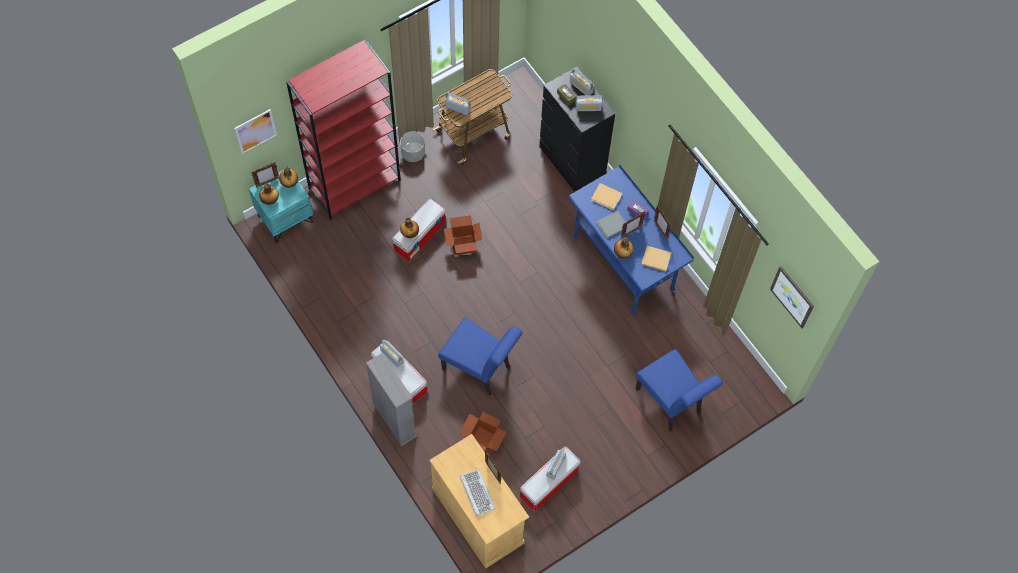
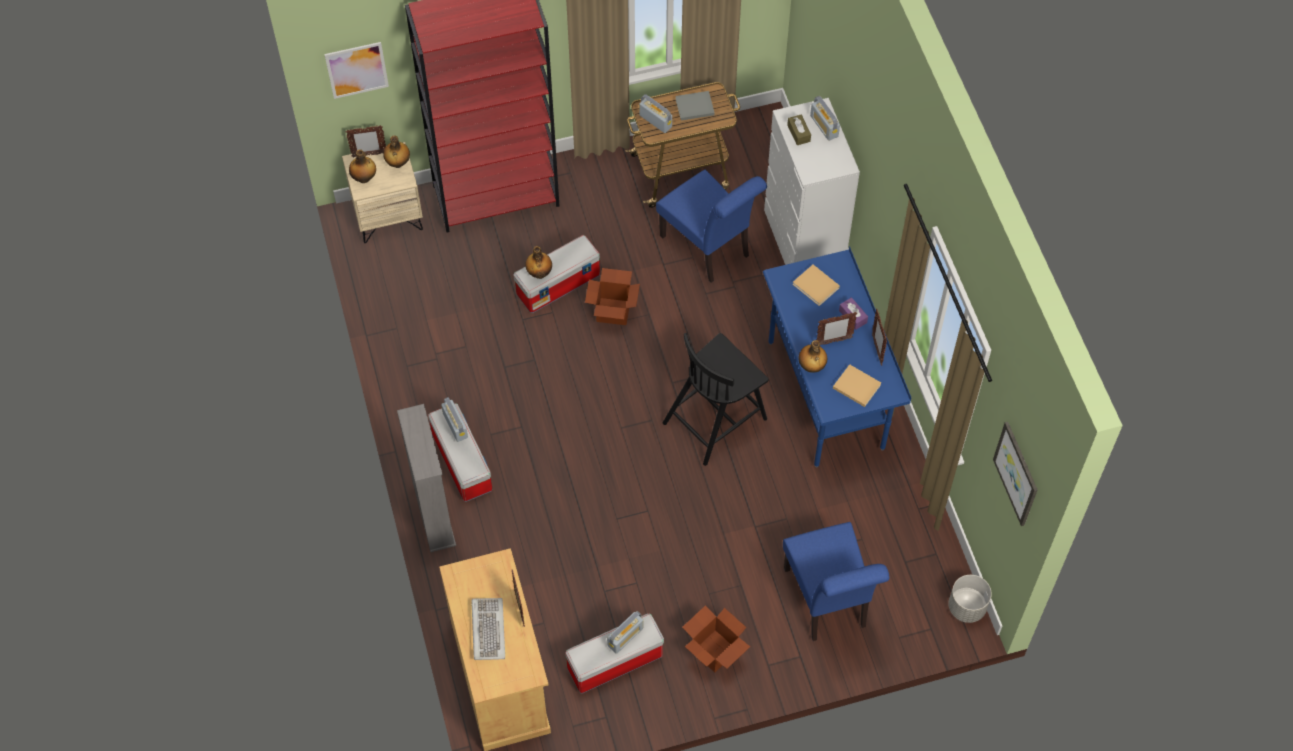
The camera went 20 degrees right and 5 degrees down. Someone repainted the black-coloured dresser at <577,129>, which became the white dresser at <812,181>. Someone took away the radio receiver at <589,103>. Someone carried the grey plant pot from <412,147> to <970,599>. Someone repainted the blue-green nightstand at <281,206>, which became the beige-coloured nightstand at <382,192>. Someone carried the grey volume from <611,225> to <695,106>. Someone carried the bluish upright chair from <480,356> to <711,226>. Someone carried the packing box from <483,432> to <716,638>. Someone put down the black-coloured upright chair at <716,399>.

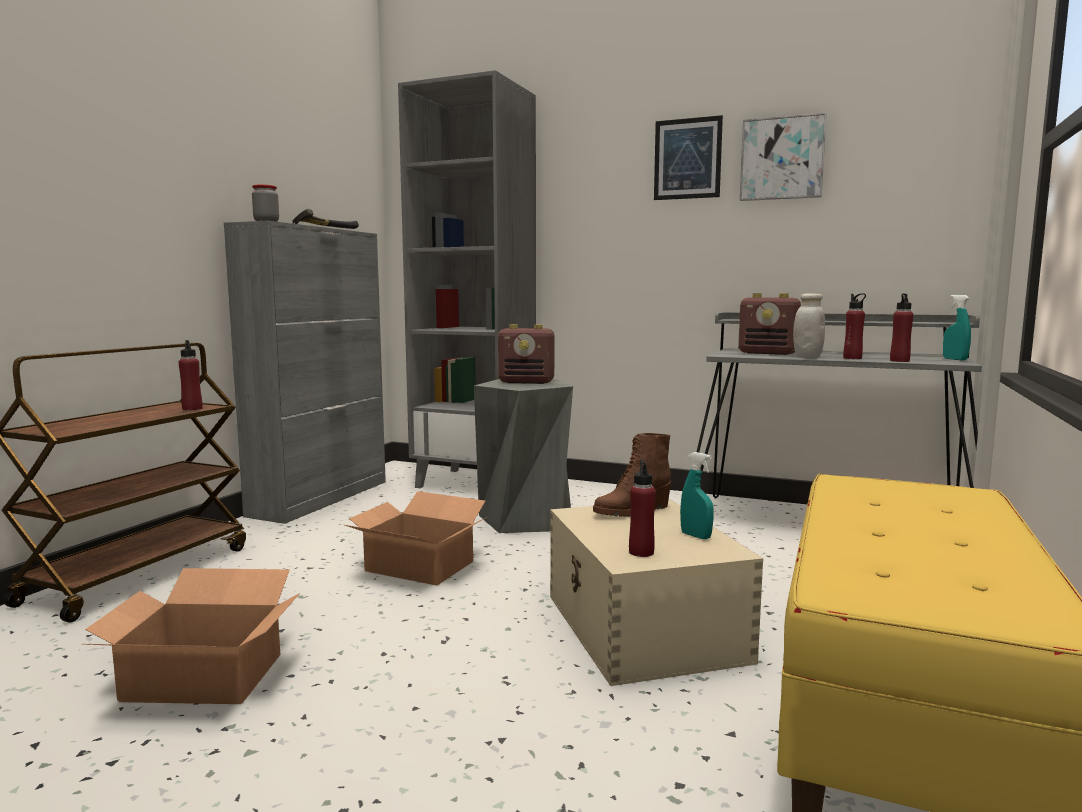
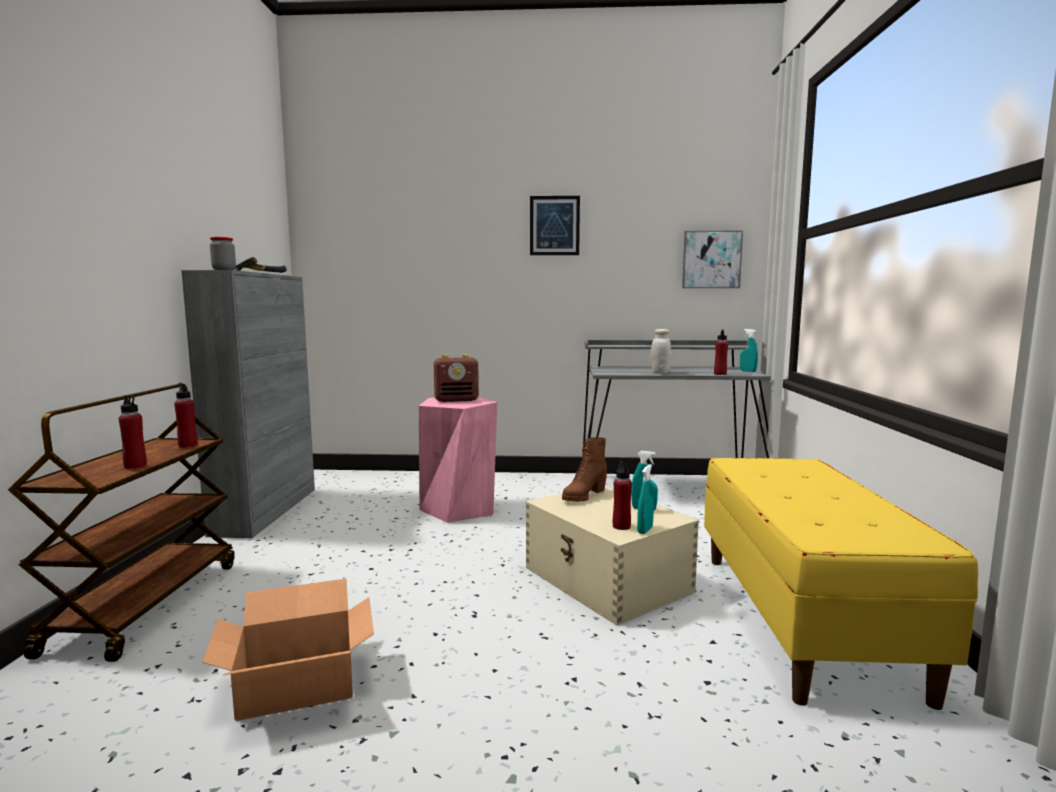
The camera went 20 degrees left and 0 degrees up. Someone took away the grey bookcase at <467,279>. Someone carried the wall picture from <783,157> to <712,259>. Someone took away the radio receiver at <769,324>. Someone carried the red drink bottle from <854,326> to <133,432>. Someone repainted the grey sitting stool at <523,456>, which became the pinkish sitting stool at <458,460>. Someone took away the packing box at <416,538>. Someone put down the blue-green spray bottle at <645,499>.

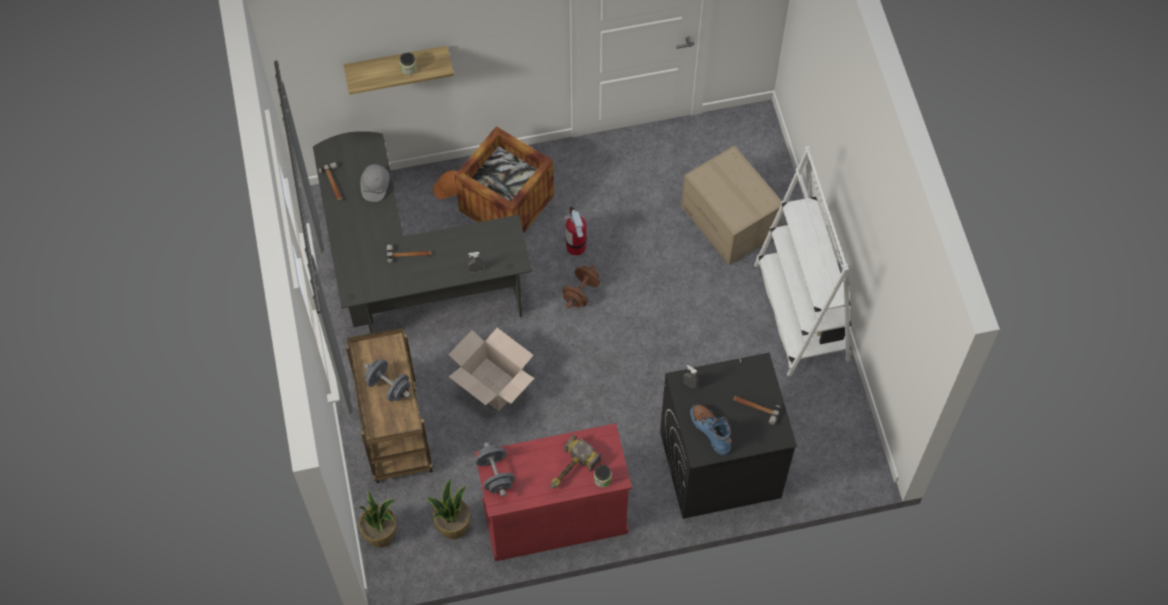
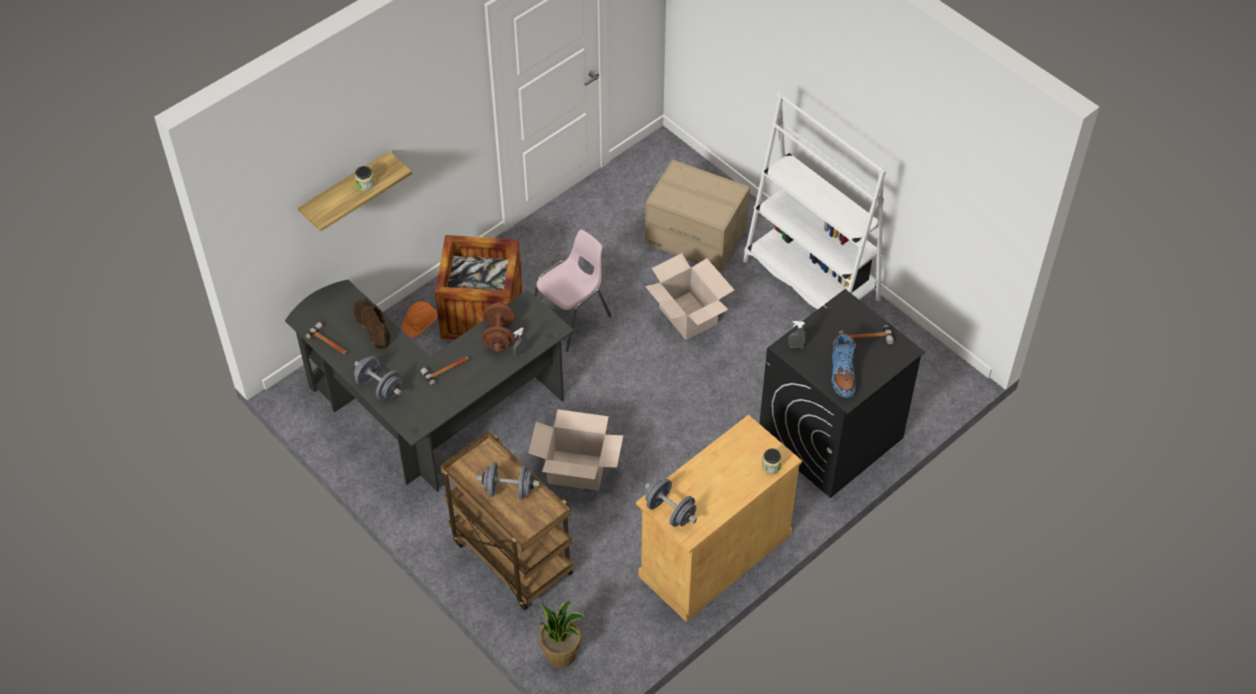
The camera went 30 degrees left and 10 degrees down. Someone swapped the grey safety helmet at <375,183> for the brownish tall boot at <371,324>. Someone swapped the extinguisher at <575,231> for the pinkish upright chair at <572,290>. Someone carried the brownish free weight from <581,286> to <498,327>. Someone rotated the bluish tall boot at <711,429> by 120 degrees counterclockwise. Someone repainted the red storage cabinet at <553,492>, which became the beige-coloured storage cabinet at <719,518>. Someone took away the tool hammer at <575,460>. Someone took away the potted plant at <449,509>. Someone put down the packing box at <689,296>. Someone put down the grey free weight at <378,378>.

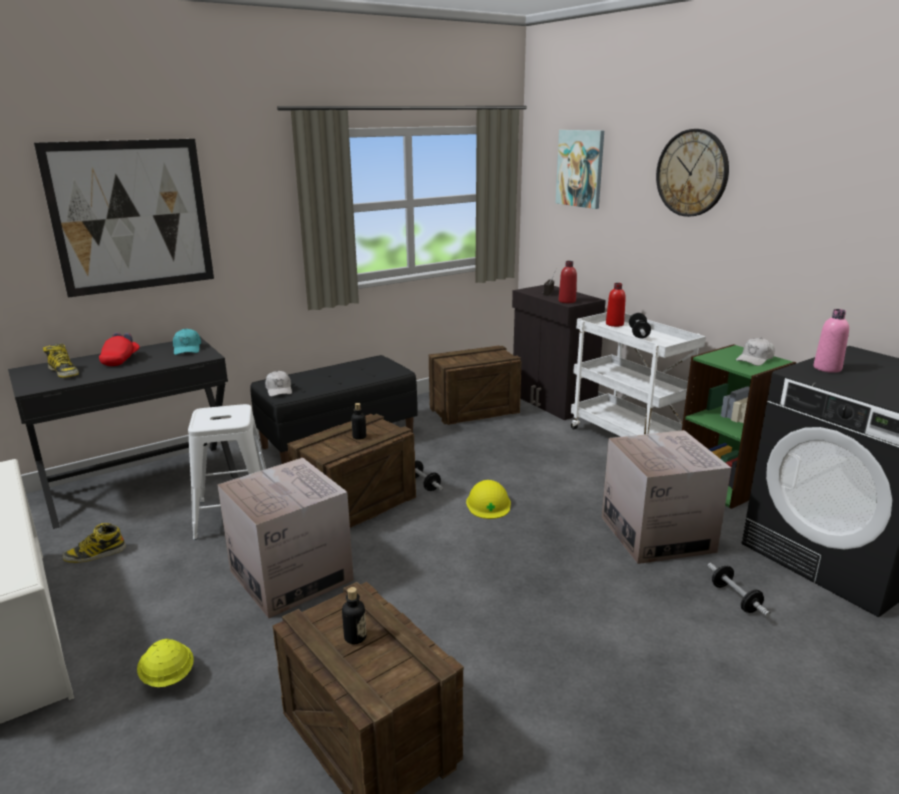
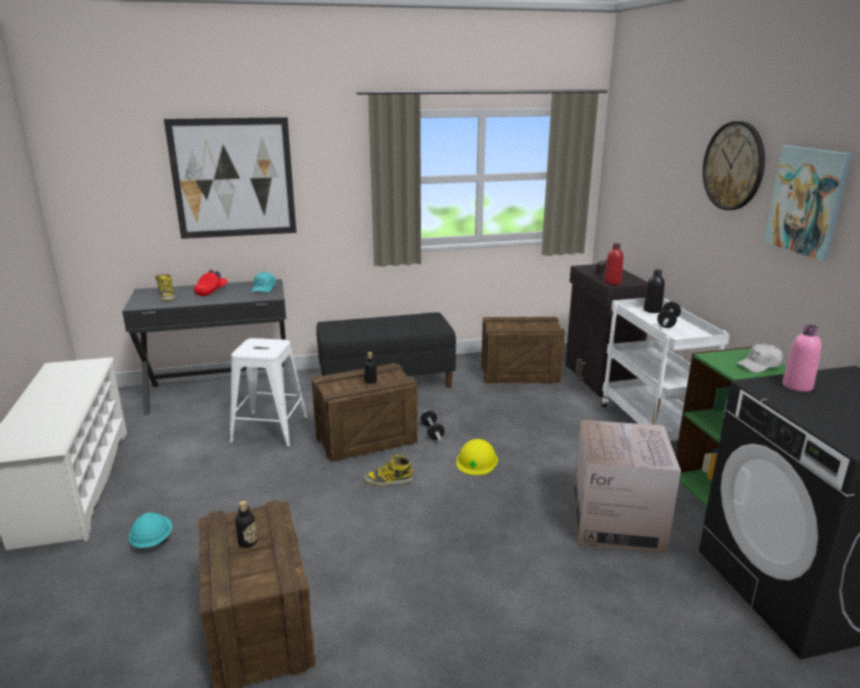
The camera went 20 degrees right and 0 degrees up. Someone carried the wall picture from <580,169> to <808,203>. Someone repainted the red drink bottle at <616,305>, which became the black-coloured drink bottle at <654,291>. Someone took away the white peaked cap at <278,384>. Someone took away the packing box at <285,538>. Someone carried the tall boot from <94,543> to <388,470>. Someone took away the free weight at <739,590>. Someone repainted the yellow safety helmet at <165,663>, which became the blue-green safety helmet at <150,530>.

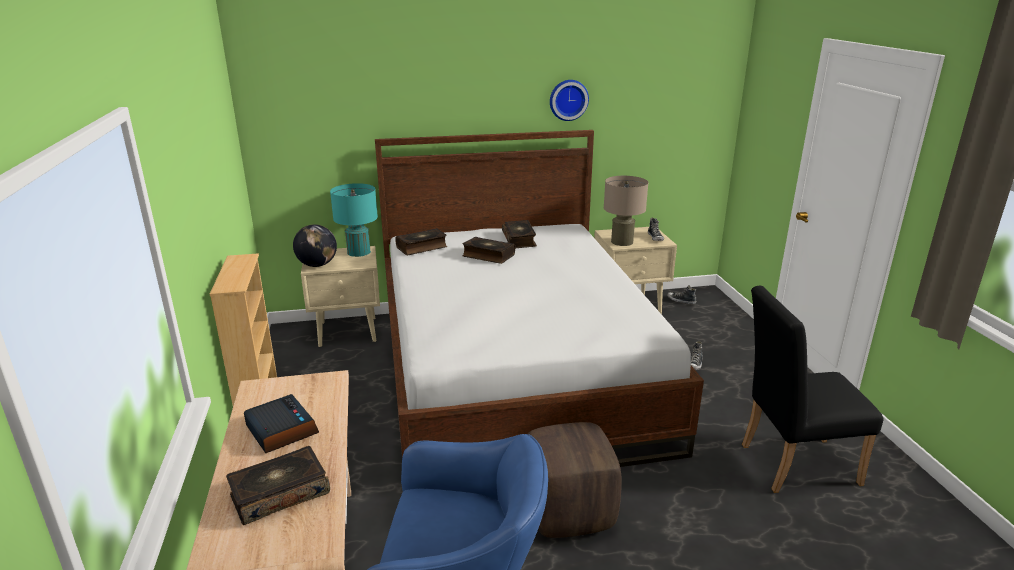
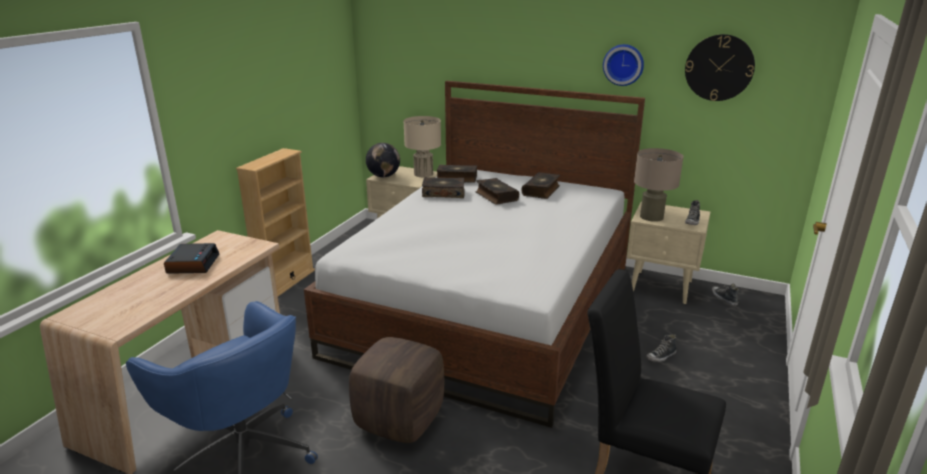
The camera went 35 degrees right and 0 degrees up. Someone repainted the blue-green tabletop lamp at <354,220>, which became the beige-coloured tabletop lamp at <422,146>. Someone carried the volume from <278,485> to <443,187>. Someone put up the hanging clock at <720,67>.

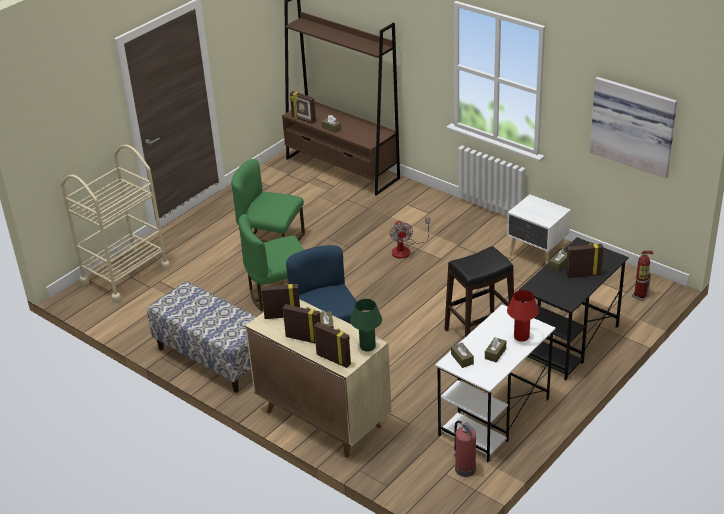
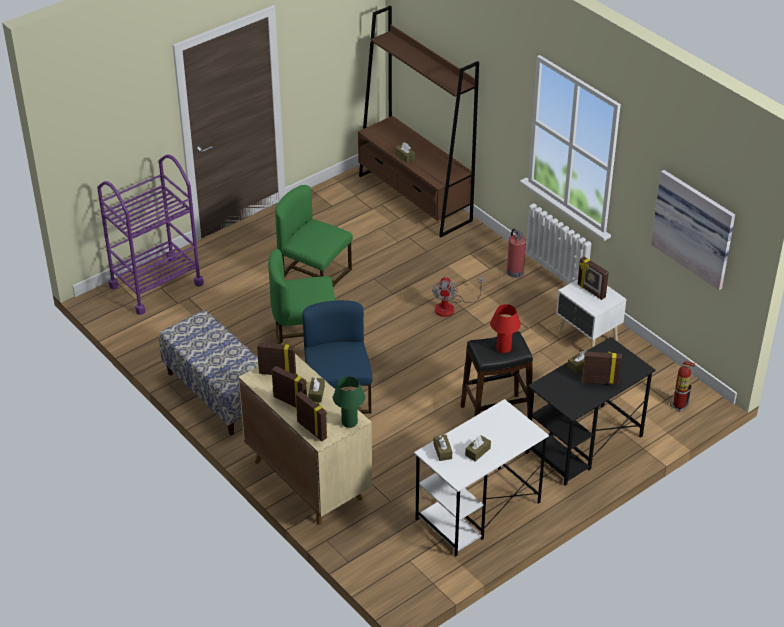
The camera went 10 degrees right and 5 degrees up. Someone carried the photo frame from <303,107> to <593,278>. Someone repainted the beige-coloured wheeled cart at <116,224>, which became the purplish wheeled cart at <150,235>. Someone carried the red tabletop lamp from <523,316> to <505,328>. Someone carried the extinguisher from <464,448> to <516,253>.

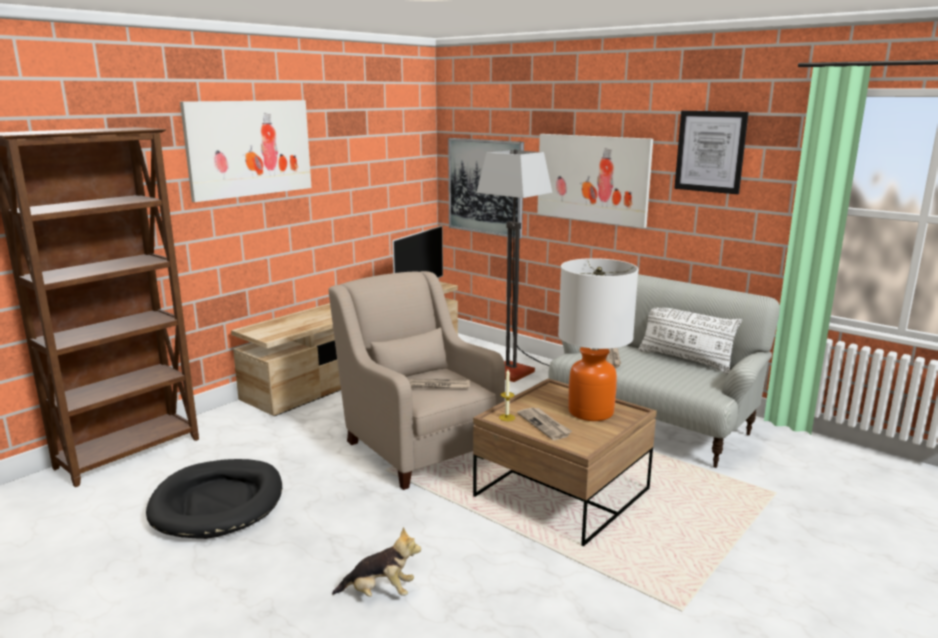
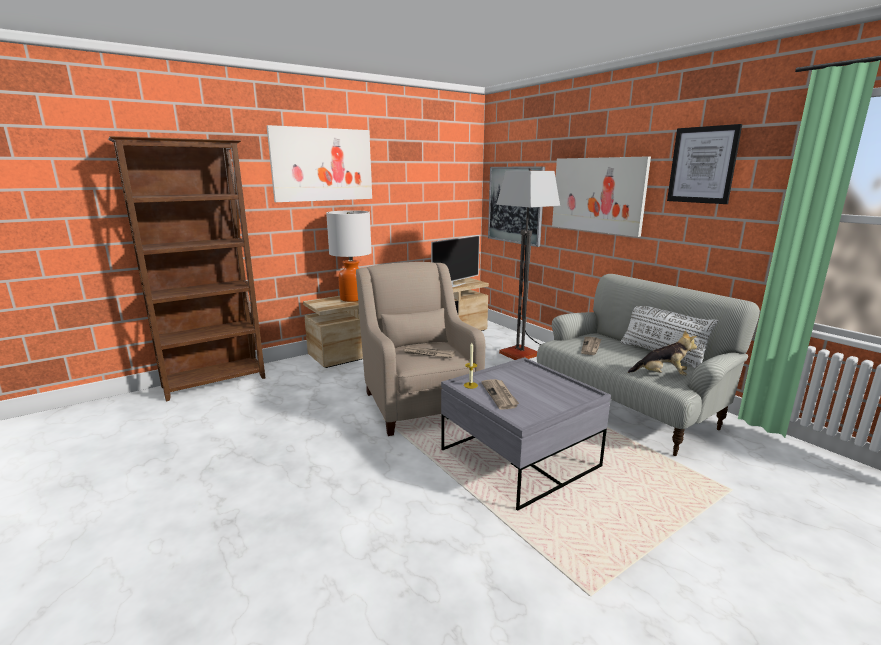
The camera went 15 degrees right and 0 degrees up. Someone carried the tabletop lamp from <598,339> to <349,256>. Someone repainted the brownish low table at <565,462>, which became the grey low table at <526,434>. Someone took away the black-coloured dog cushion at <214,499>. Someone carried the soft toy from <376,562> to <662,353>.

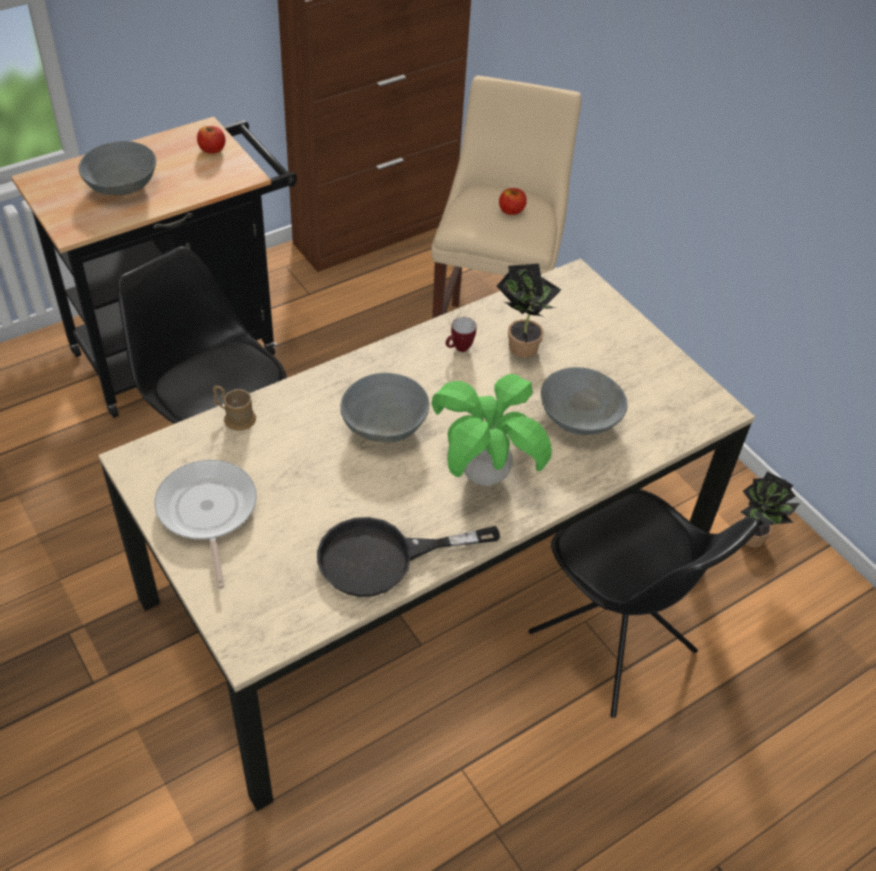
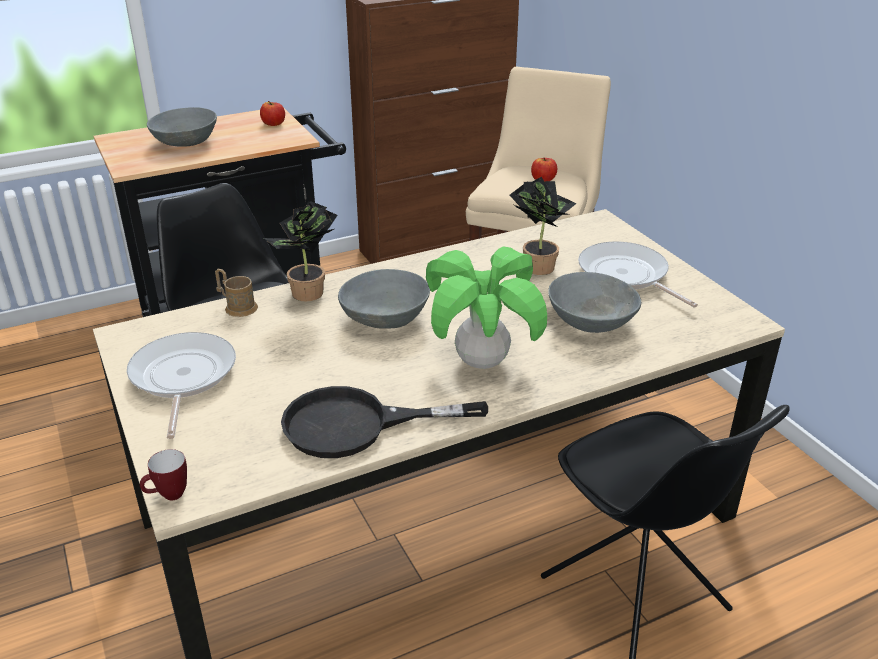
The camera went 10 degrees right and 15 degrees down. Someone carried the mug from <461,334> to <163,474>. Someone carried the potted plant from <770,509> to <301,251>. Someone put down the frying pan at <638,274>.

